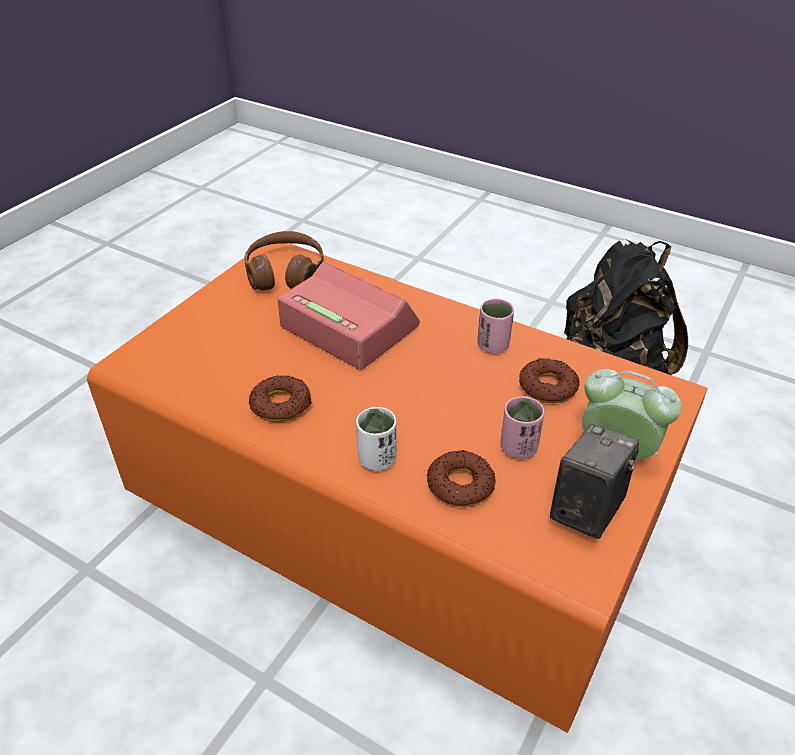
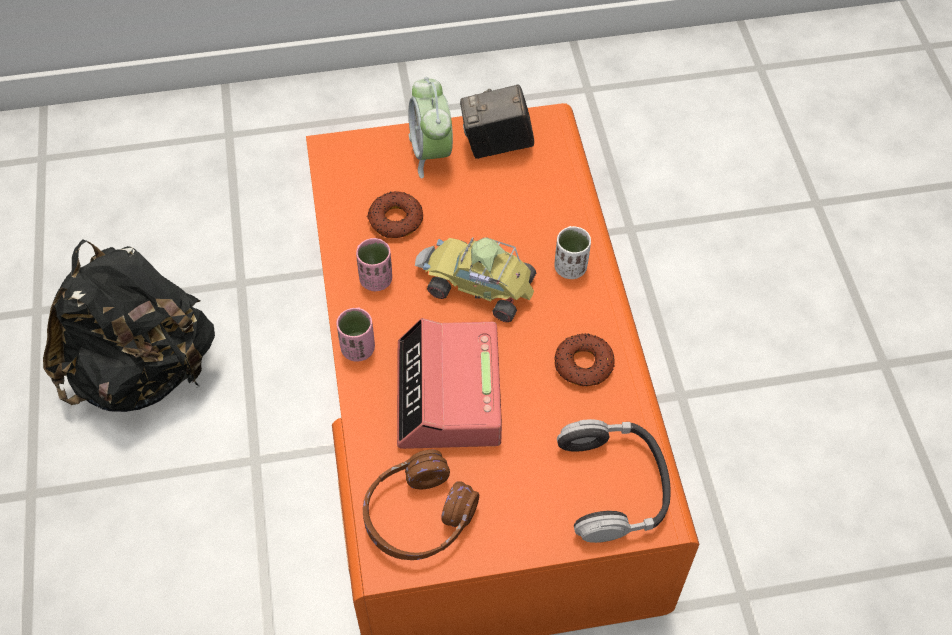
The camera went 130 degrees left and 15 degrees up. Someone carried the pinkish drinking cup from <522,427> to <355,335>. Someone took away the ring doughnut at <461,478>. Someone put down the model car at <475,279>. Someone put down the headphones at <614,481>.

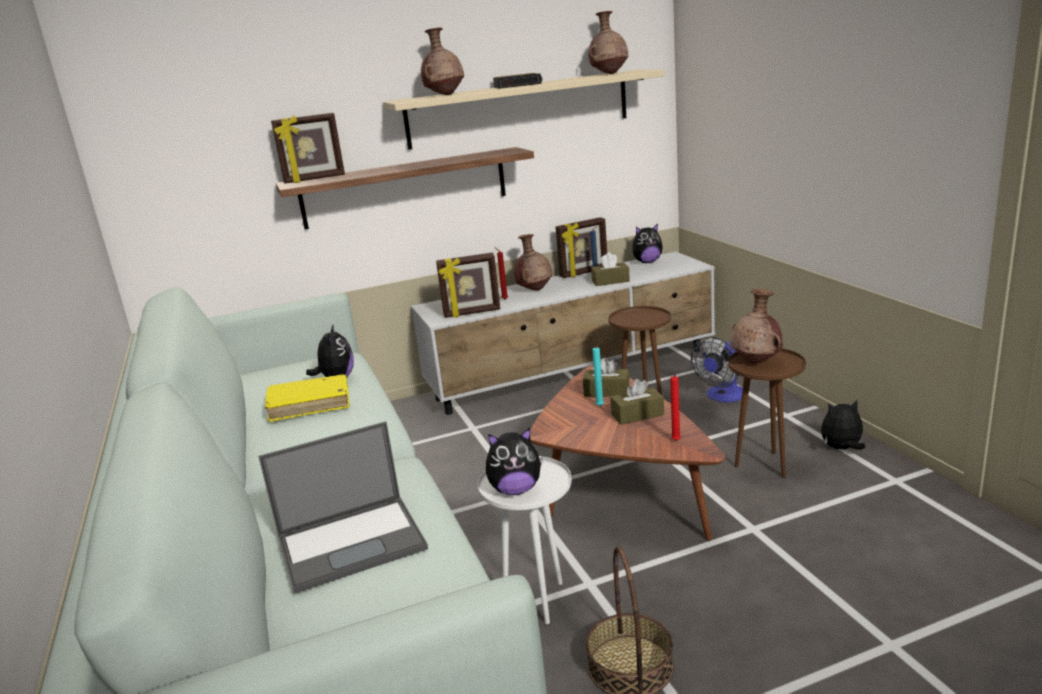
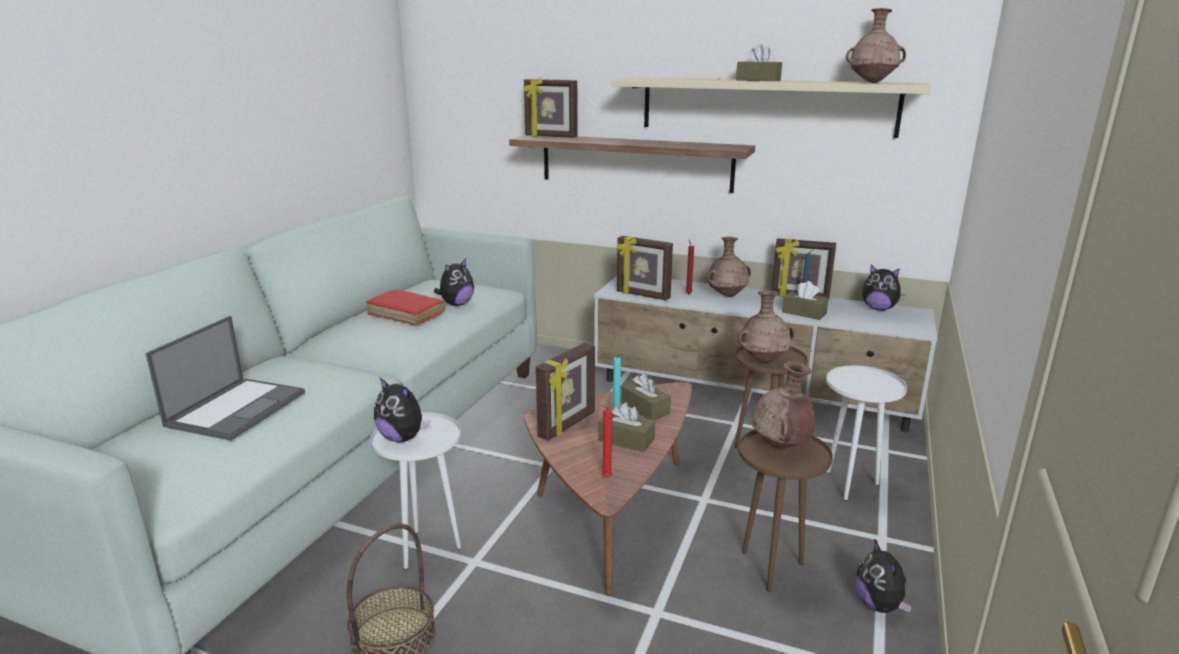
The camera went 40 degrees right and 0 degrees up. Someone carried the brownish decorative vase from <442,61> to <766,326>. Someone swapped the table clock at <517,81> for the brownish tissue holder at <759,62>. Someone swapped the electric fan at <717,369> for the white end table at <866,433>. Someone repainted the yellow volume at <307,398>, which became the red volume at <406,307>. Someone rotated the soft toy at <843,425> by 135 degrees counterclockwise. Someone rotated the portable computer at <343,507> by 90 degrees counterclockwise. Someone put down the photo frame at <565,392>.

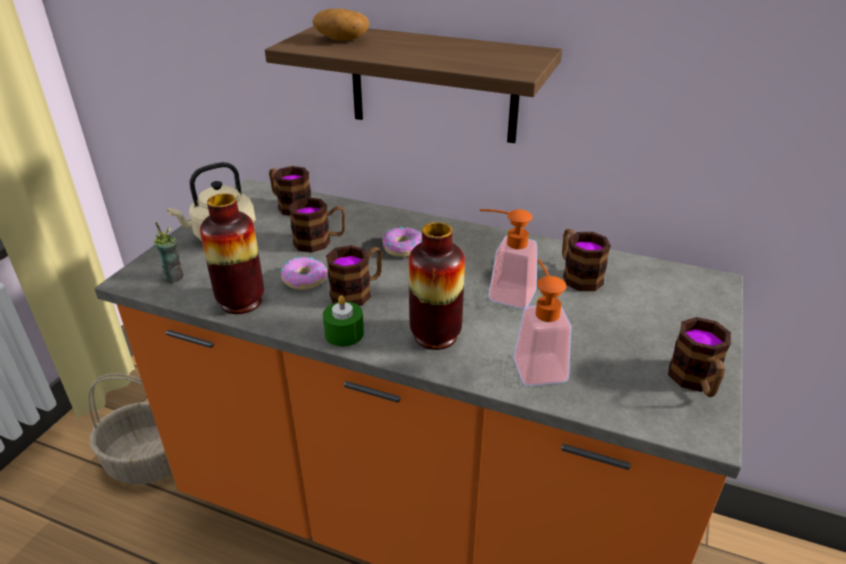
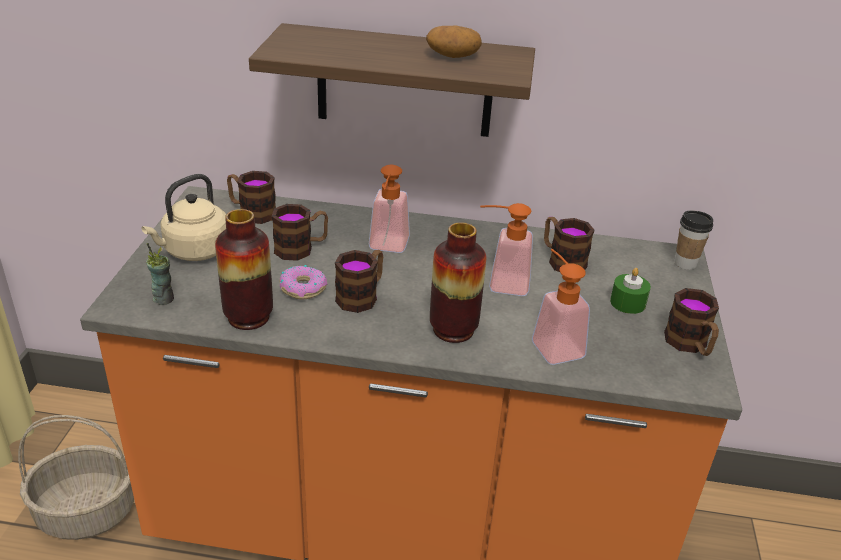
The camera went 15 degrees left and 0 degrees up. Someone carried the spud from <340,25> to <454,42>. Someone swapped the ring doughnut at <402,242> for the soap bottle at <389,209>. Someone carried the green-coloured wax light from <343,321> to <630,291>. Someone put down the drinking cup at <693,240>.

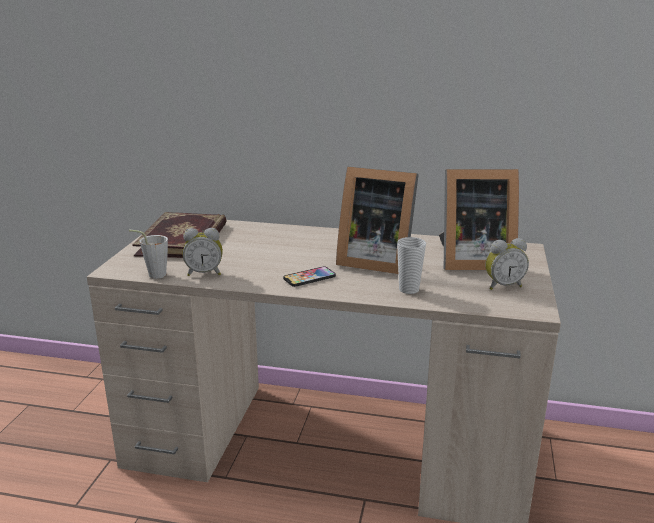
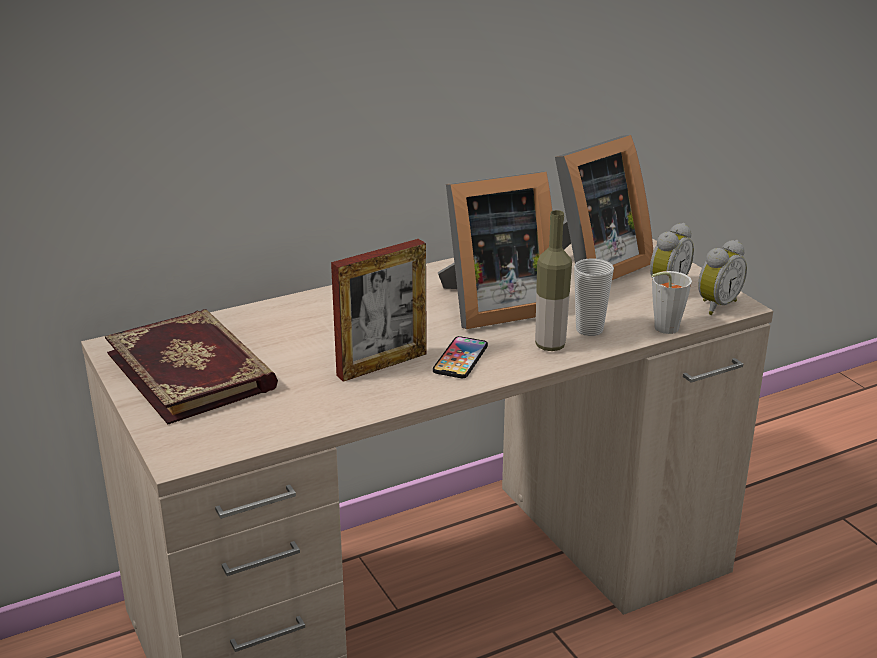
The camera went 40 degrees left and 5 degrees up. Someone carried the table clock from <203,252> to <722,277>. Someone carried the grey drinking cup from <148,254> to <671,302>. Someone put down the drink bottle at <553,280>. Someone put down the photo frame at <379,310>.

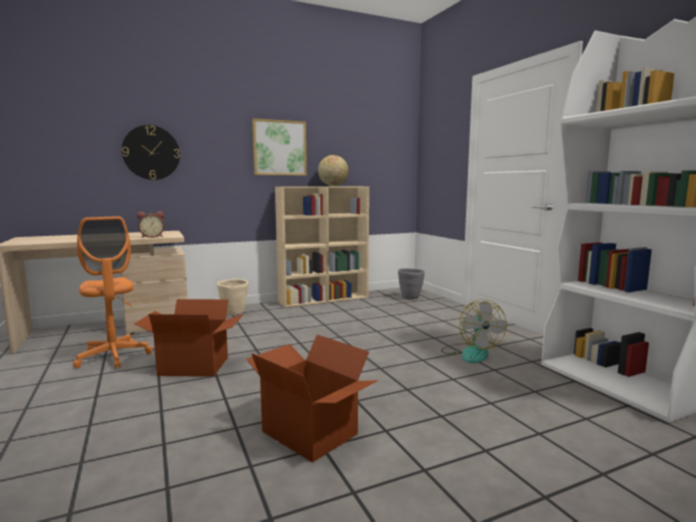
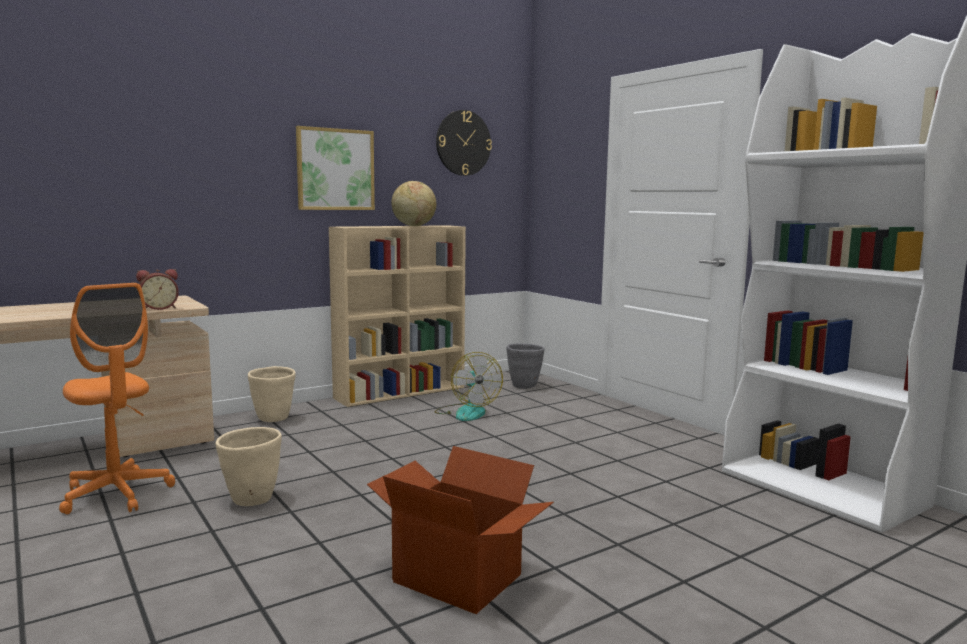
The camera went 10 degrees left and 0 degrees up. Someone carried the hanging clock from <151,152> to <464,143>. Someone swapped the packing box at <189,338> for the beige-coloured plant pot at <248,466>. Someone carried the electric fan from <474,331> to <469,386>.

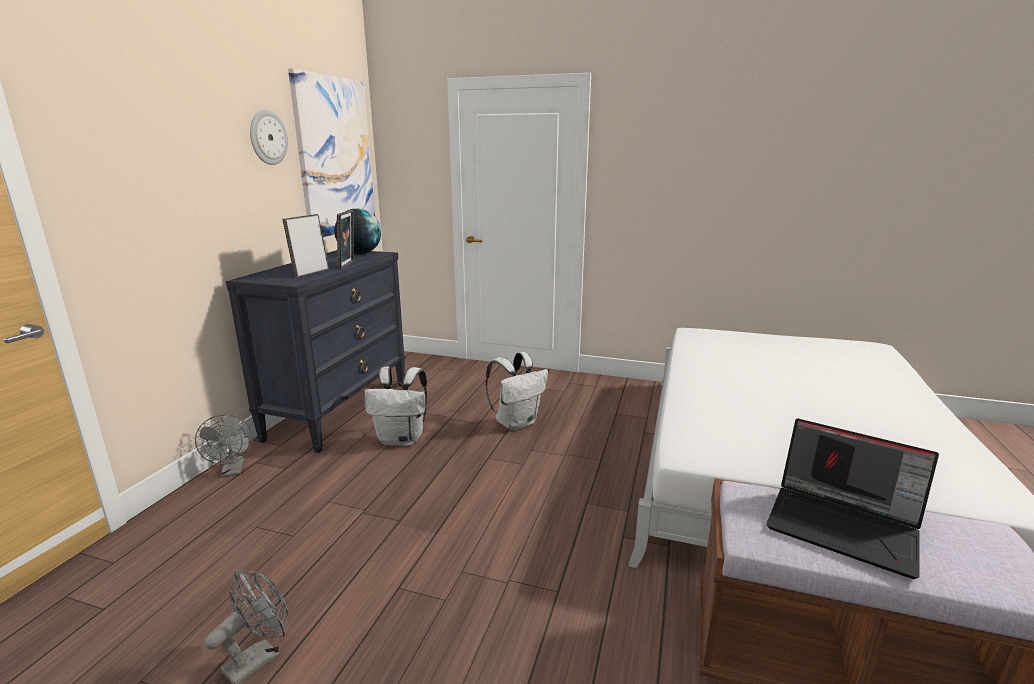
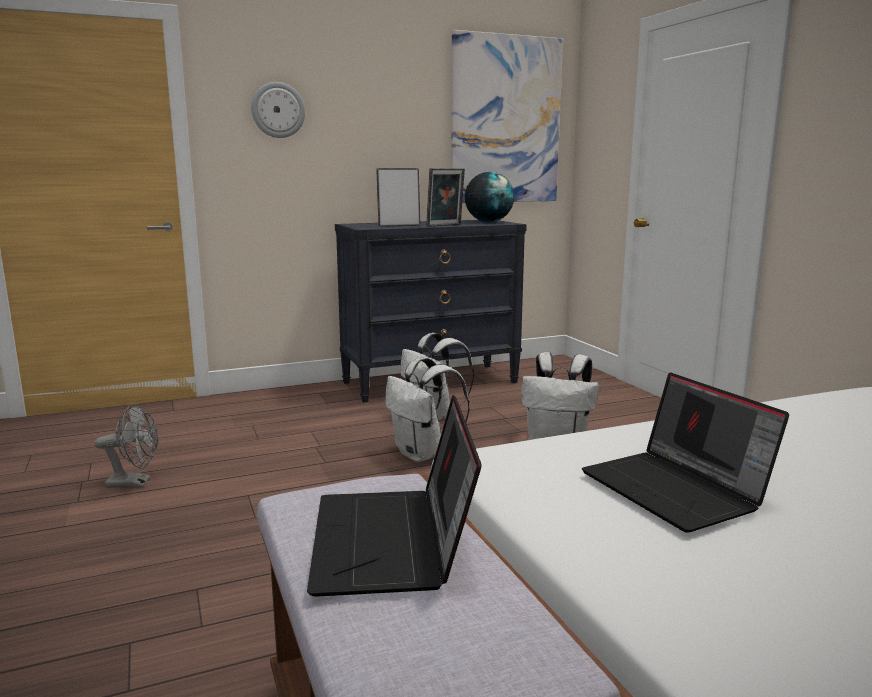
The camera went 50 degrees right and 5 degrees down. Someone carried the hanging clock from <269,137> to <278,110>. Someone took away the grey electric fan at <224,446>. Someone put down the white backpack at <427,409>. Someone put down the portable computer at <685,452>.

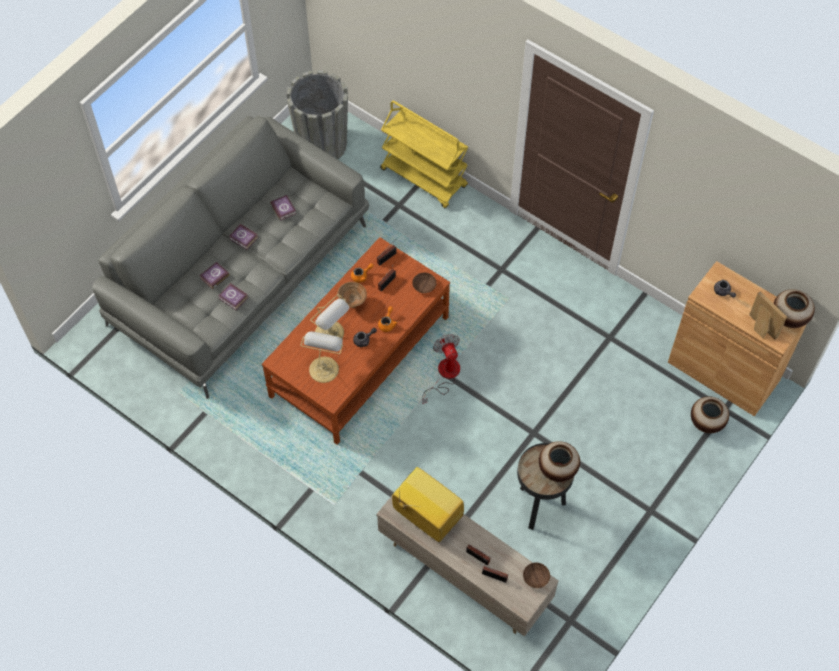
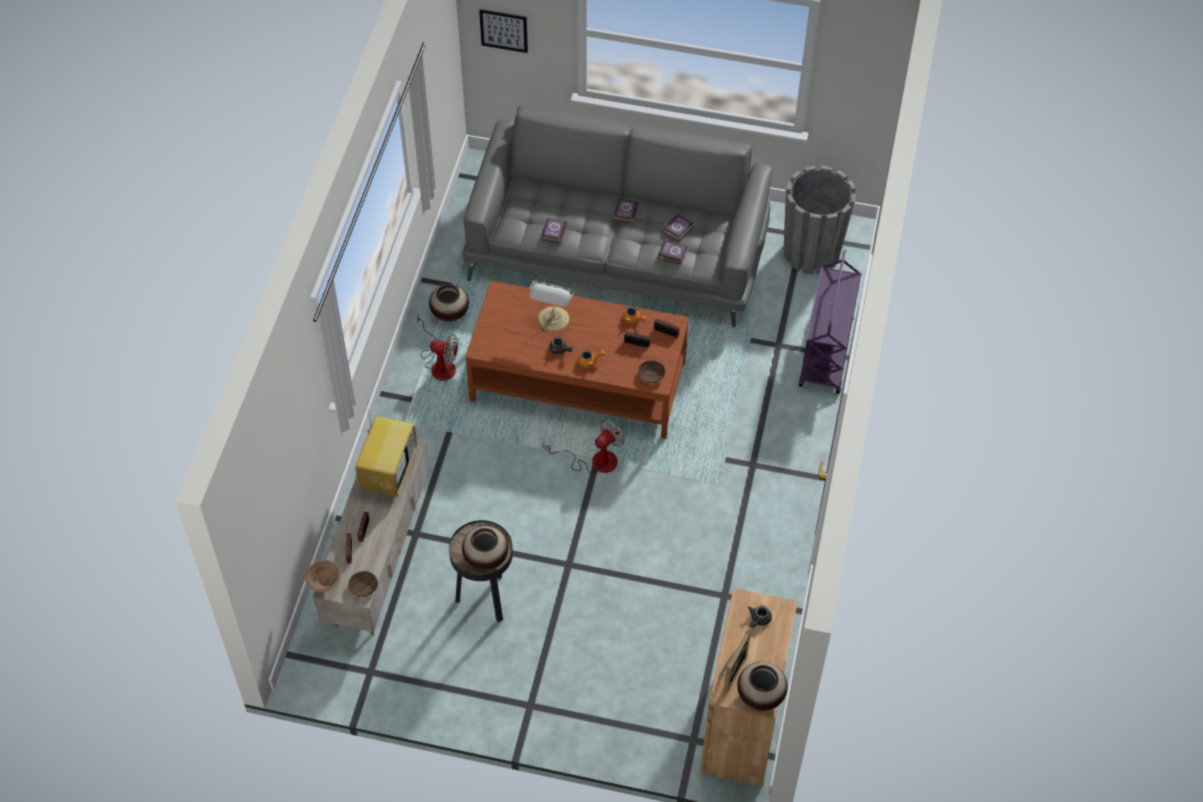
The camera went 65 degrees right and 5 degrees down. Someone repainted the yellow wheeled cart at <424,154>, which became the purplish wheeled cart at <830,322>. Someone carried the volume from <215,276> to <673,252>. Someone carried the brownish bowl from <352,295> to <323,576>. Someone took away the tabletop lamp at <321,357>. Someone carried the decorative vase from <710,415> to <449,303>. Someone put up the wall picture at <503,31>. Someone put down the electric fan at <437,346>.

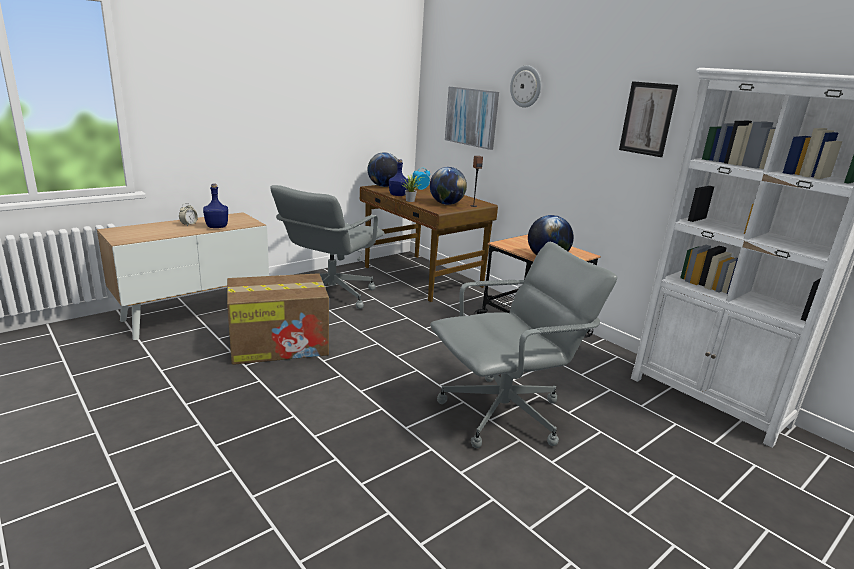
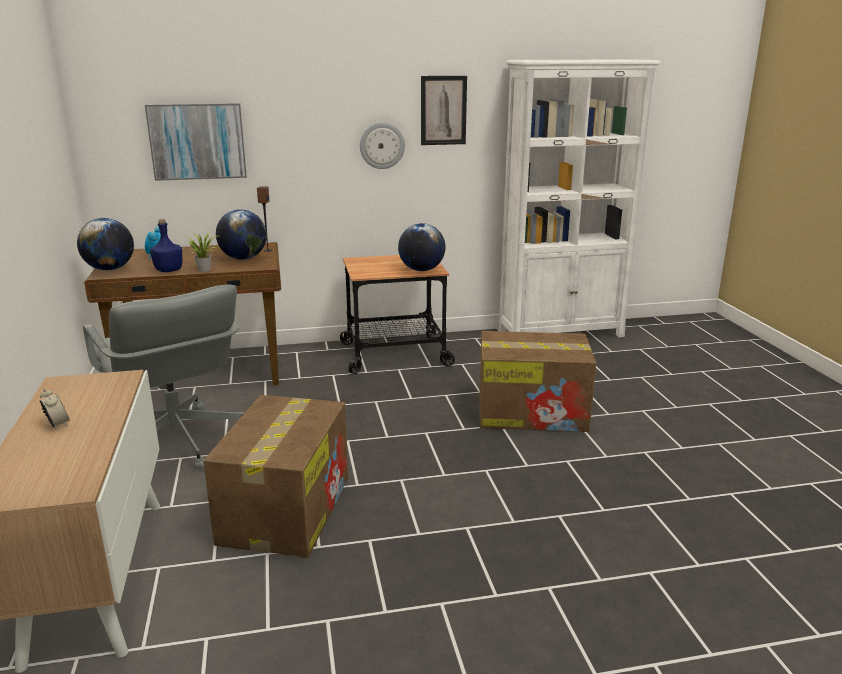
The camera went 60 degrees left and 0 degrees up. Someone carried the hanging clock from <525,86> to <382,145>. Someone took away the bluish drink bottle at <215,205>. Someone swapped the grey office chair at <523,345> for the packing box at <537,381>.

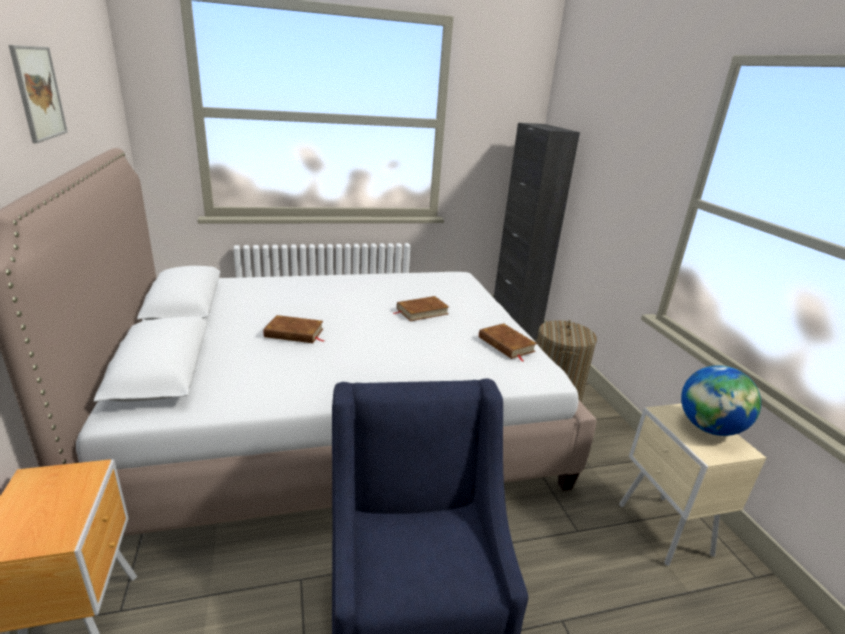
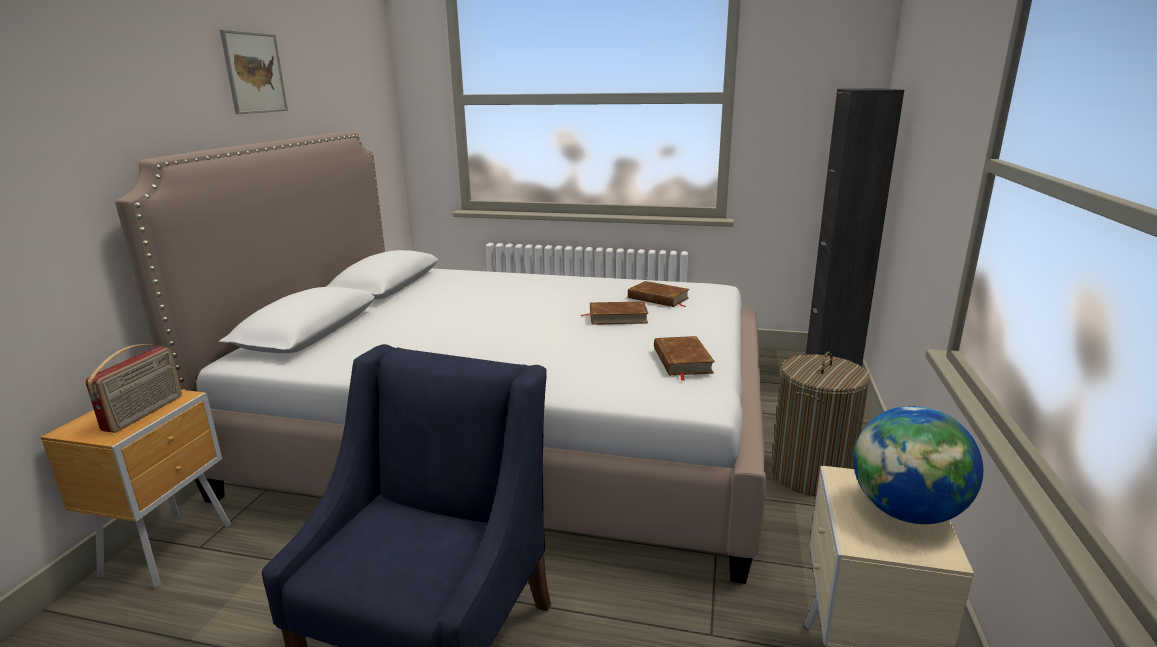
The camera went 30 degrees right and 5 degrees down. Someone carried the brownish volume from <294,329> to <659,294>. Someone put down the radio receiver at <134,388>.

